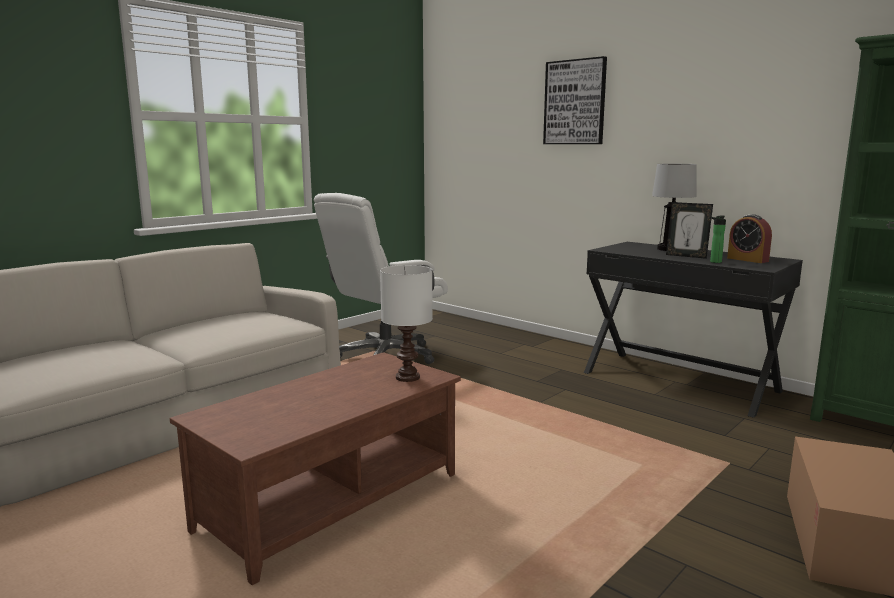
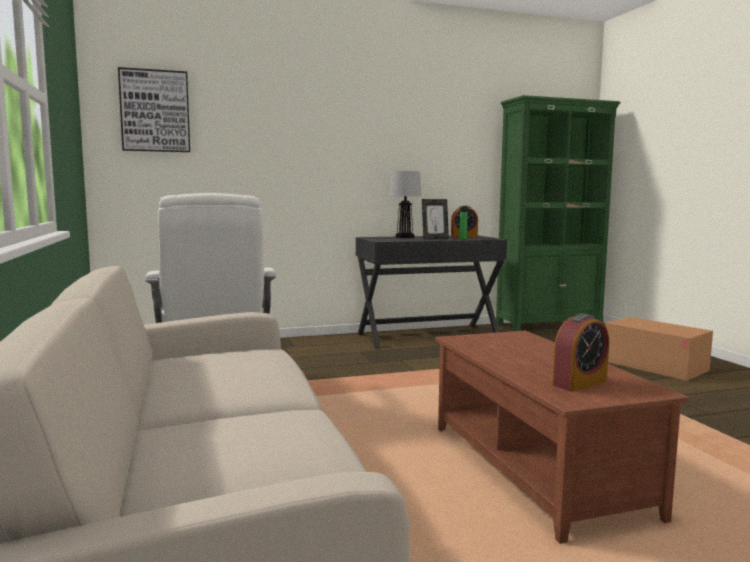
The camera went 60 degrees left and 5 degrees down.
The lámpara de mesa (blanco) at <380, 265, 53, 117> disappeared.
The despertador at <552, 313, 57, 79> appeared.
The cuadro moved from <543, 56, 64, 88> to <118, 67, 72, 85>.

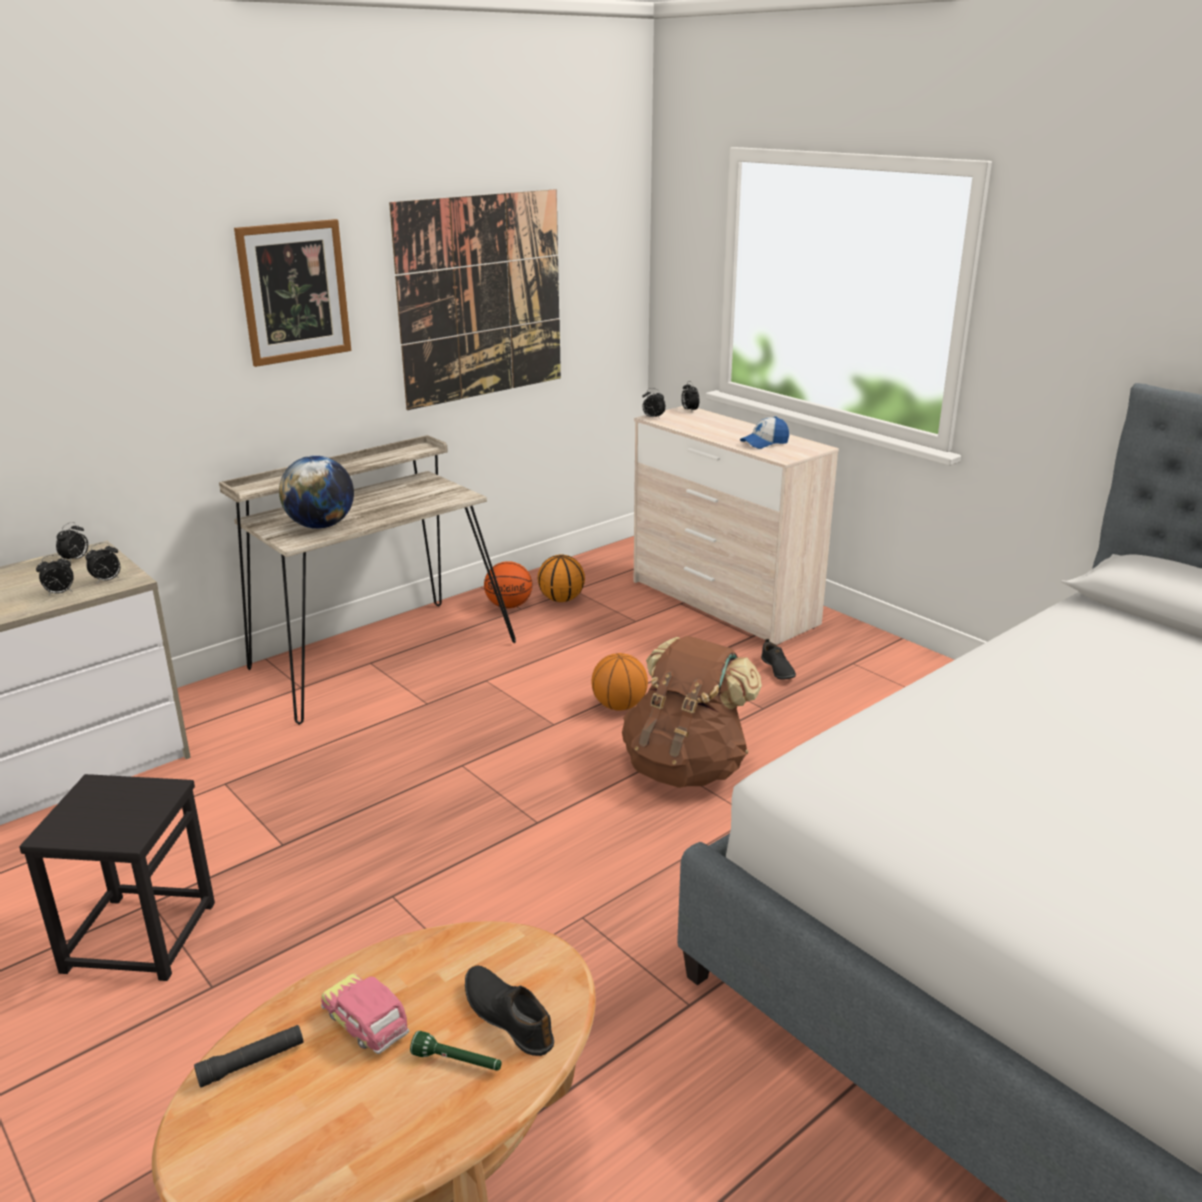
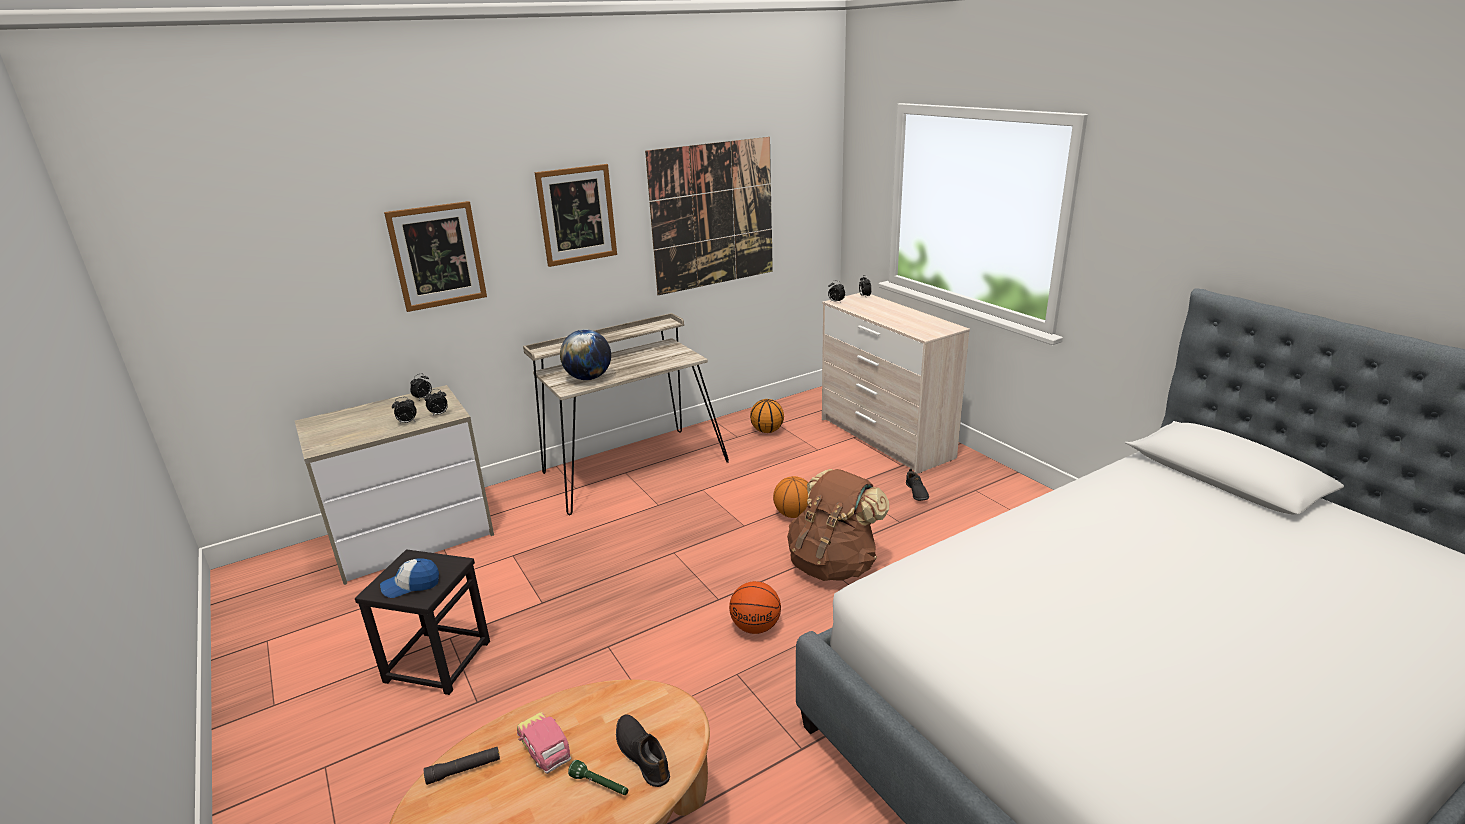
The camera went 10 degrees right and 0 degrees up.
The cuadro at <384, 201, 103, 111> appeared.
The balón de baloncesto moved from <484, 561, 48, 47> to <729, 581, 52, 53>.
The gorra moved from <740, 416, 49, 33> to <380, 558, 59, 40>.

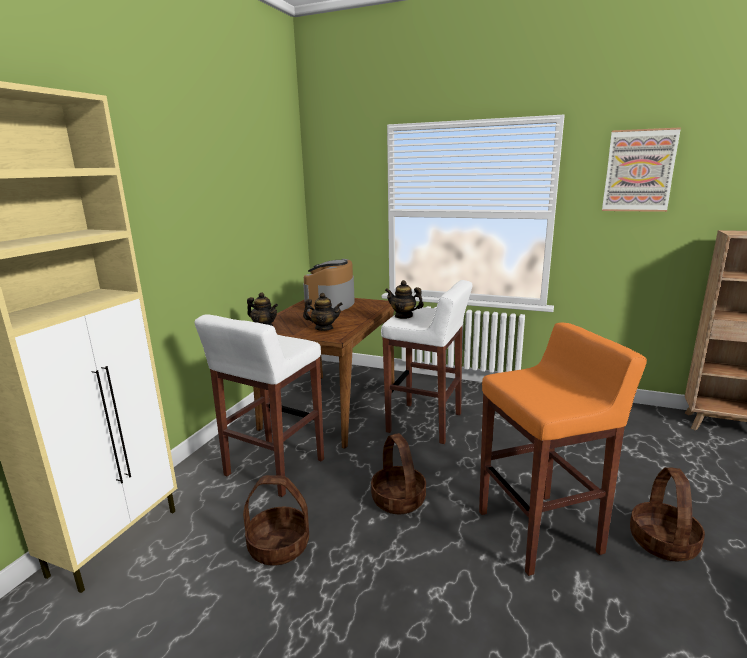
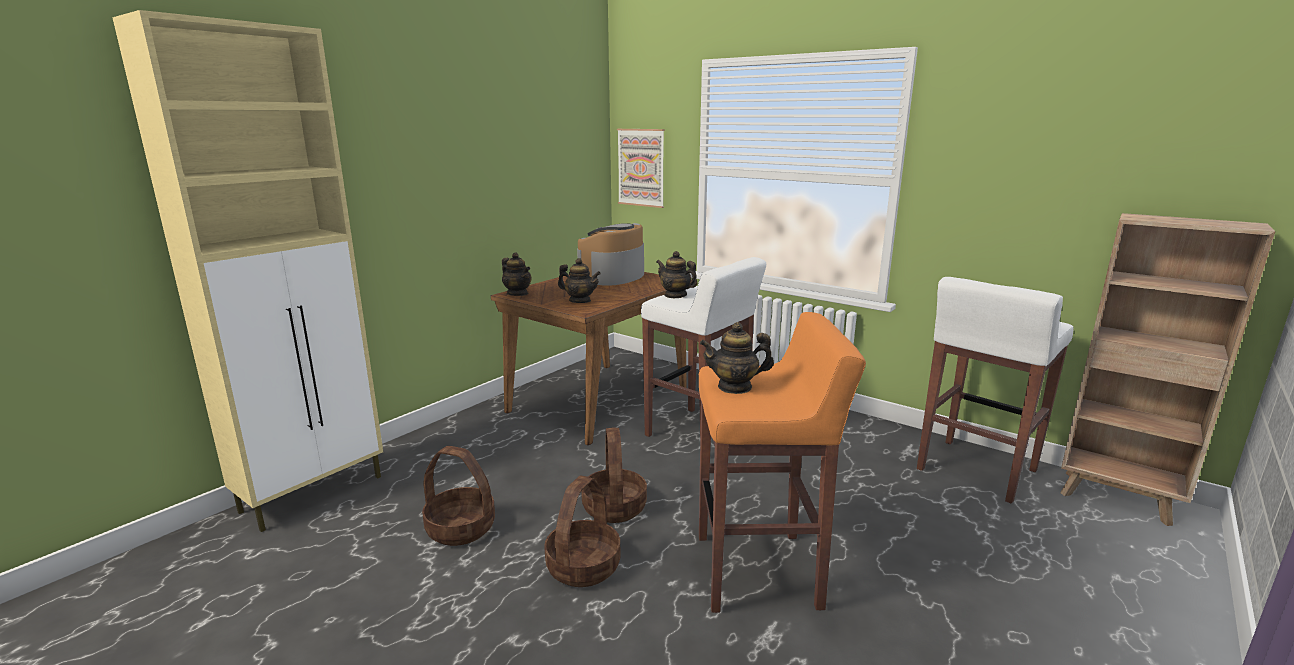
The camera went 15 degrees right and 0 degrees up.
The tetera at <700, 322, 74, 72> appeared.
The taburete (blanco) moved from <195, 314, 129, 183> to <917, 277, 157, 227>.
The cuadro moved from <602, 127, 79, 85> to <617, 129, 48, 79>.
The cesta moved from <630, 468, 75, 94> to <544, 476, 77, 111>.

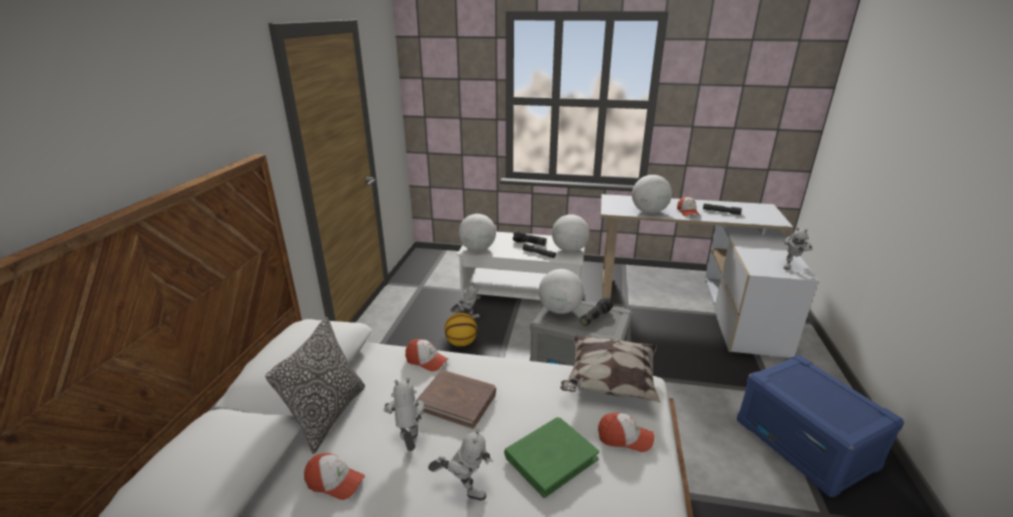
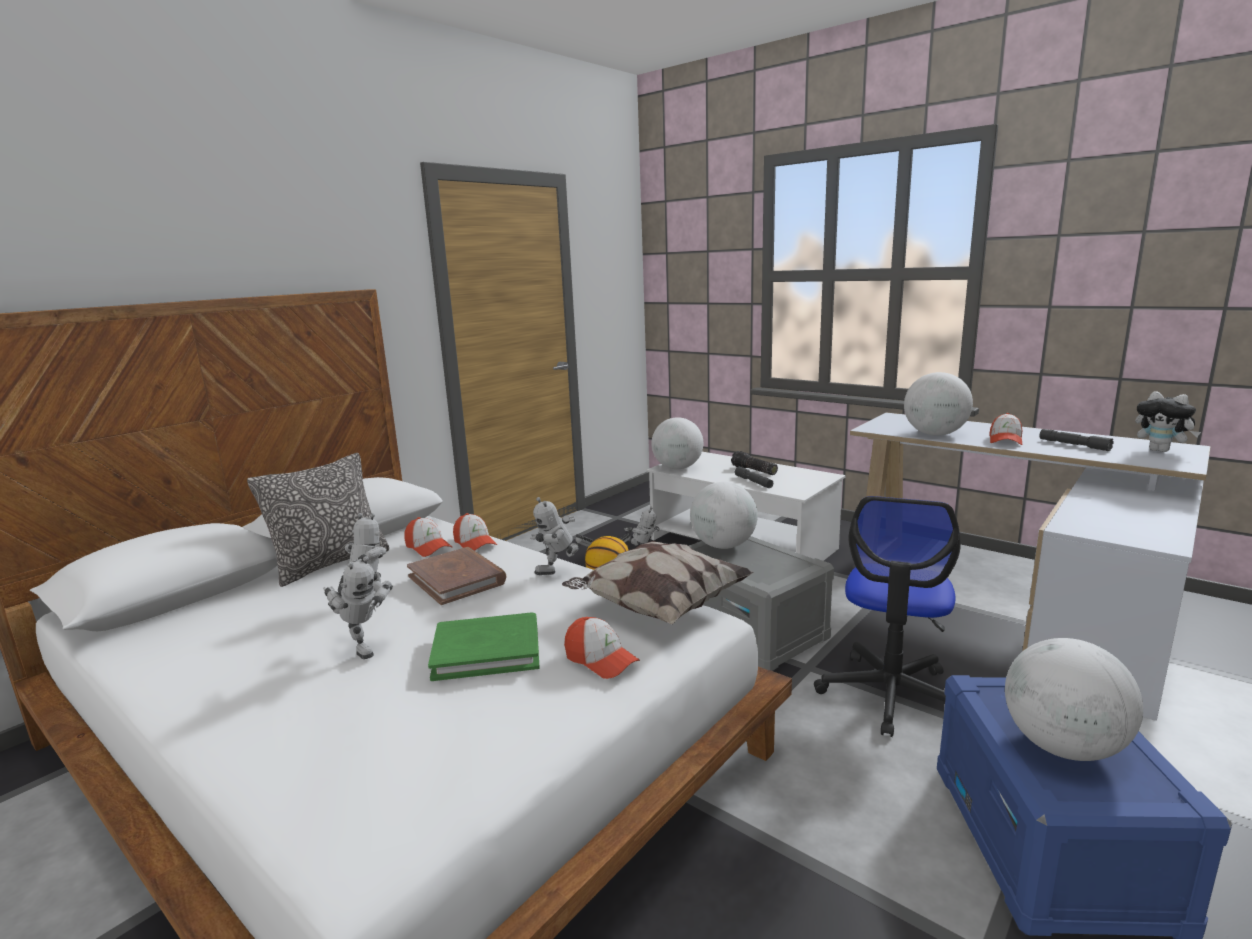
The camera went 30 degrees right and 10 degrees down.
The linterna at <580, 298, 33, 28> disappeared.
The silla de oficina at <814, 496, 147, 241> appeared.
The peluche at <1135, 391, 66, 61> appeared.
The gorra moved from <304, 453, 61, 47> to <404, 517, 48, 40>.
The globo terráqueo moved from <552, 214, 38, 38> to <1005, 638, 138, 123>.
The robot de juguete moved from <783, 228, 30, 42> to <530, 497, 63, 78>.

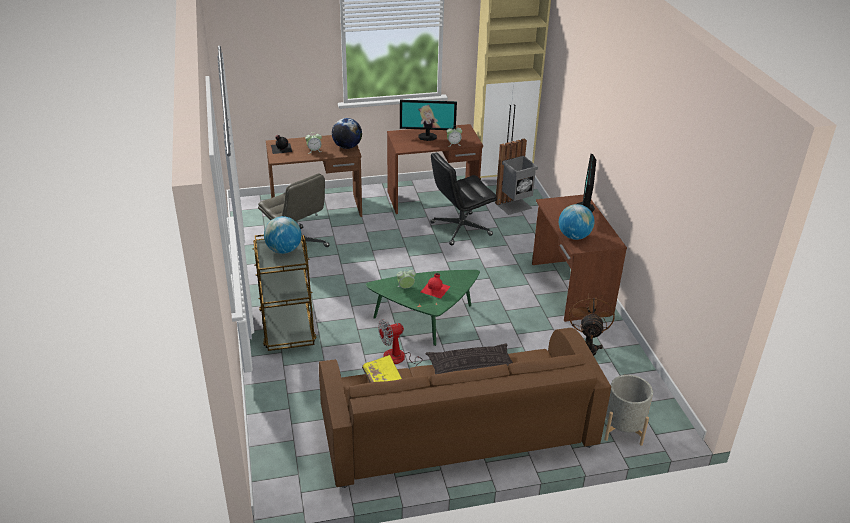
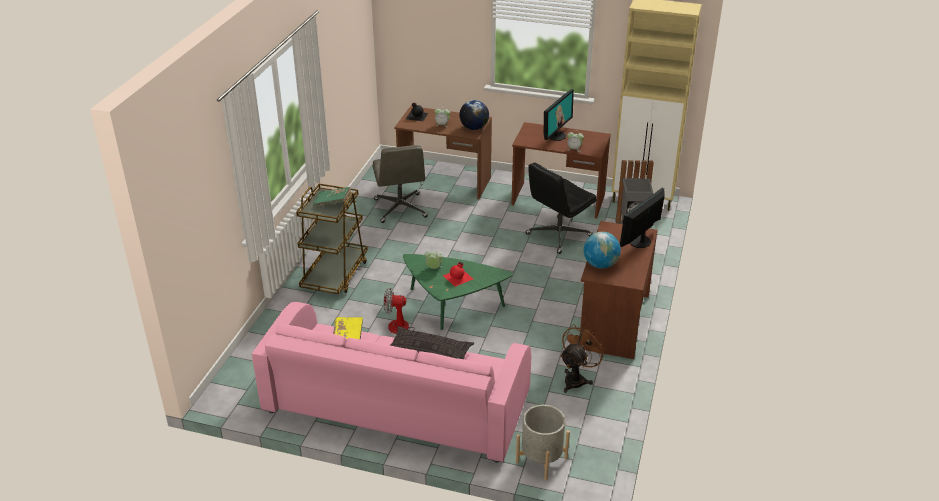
The camera went 30 degrees right and 0 degrees up.
The globo terráqueo at <264, 216, 37, 38> was replaced by the libro (verde) at <313, 187, 38, 20>.
The sofá (marrón) at <319, 328, 292, 160> became the sofá (rosa) at <252, 302, 279, 161>.
The monitor at <400, 100, 57, 41> turned 90 degrees counterclockwise.
The silla de oficina (negro) at <430, 153, 67, 92> turned 45 degrees counterclockwise.

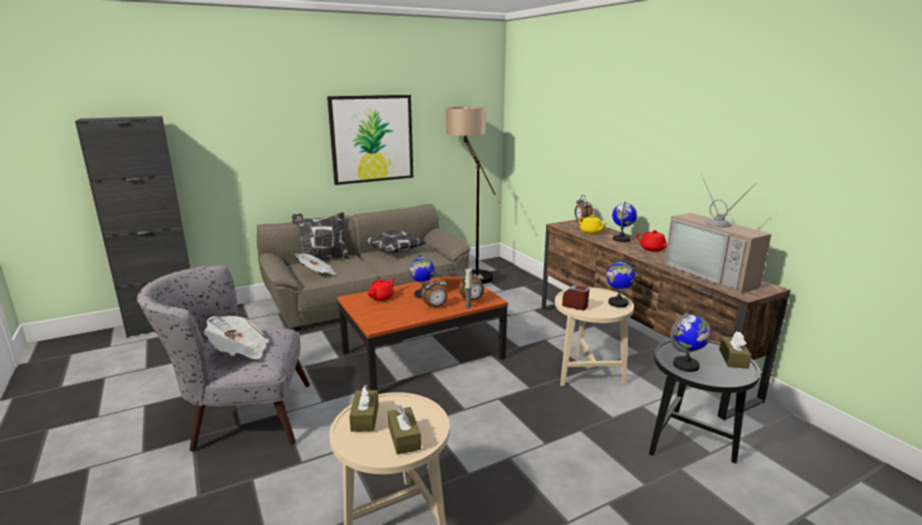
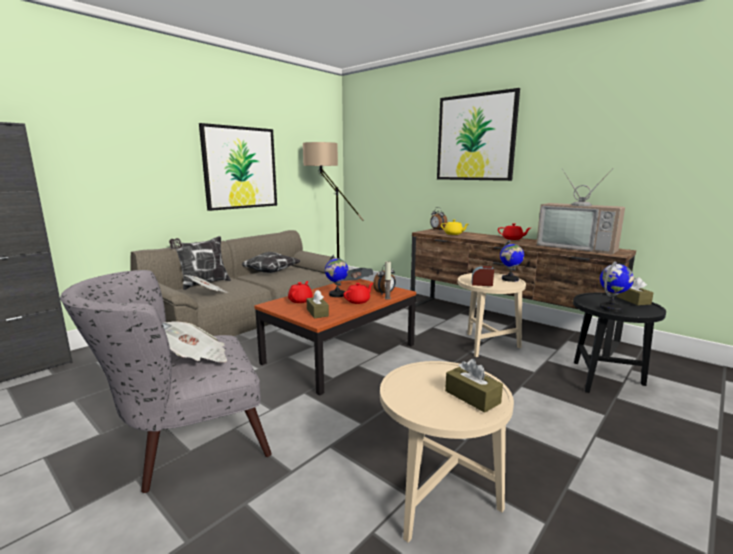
The camera went 20 degrees left and 5 degrees down.
The globo terráqueo at <612, 201, 25, 41> disappeared.
The cuadro at <437, 88, 83, 93> appeared.
The caja de pañuelos (marrón) moved from <349, 385, 30, 47> to <306, 290, 23, 28>.
The despertador at <421, 275, 26, 33> was replaced by the tetera (rojo) at <343, 283, 30, 21>.

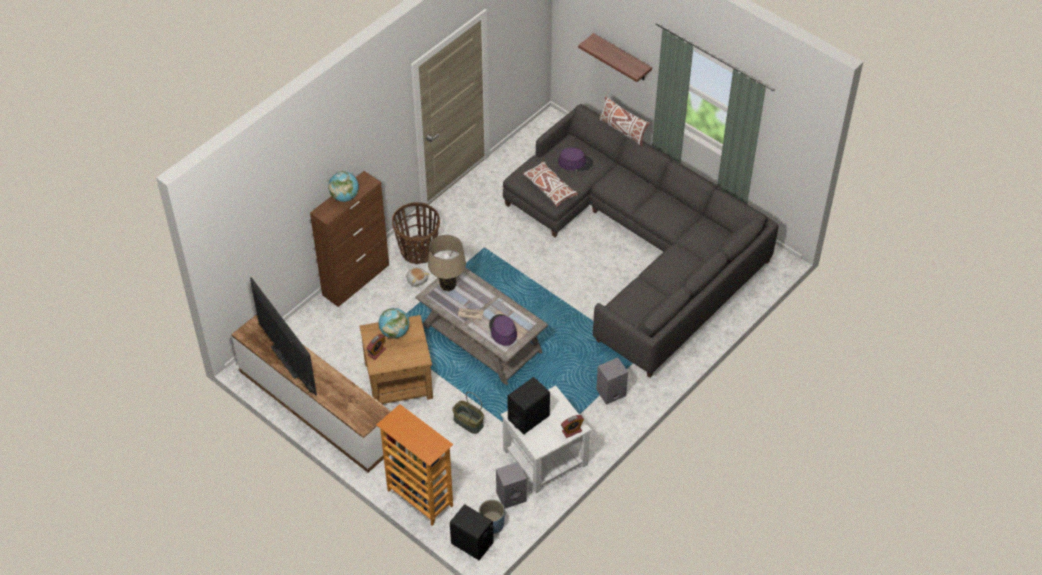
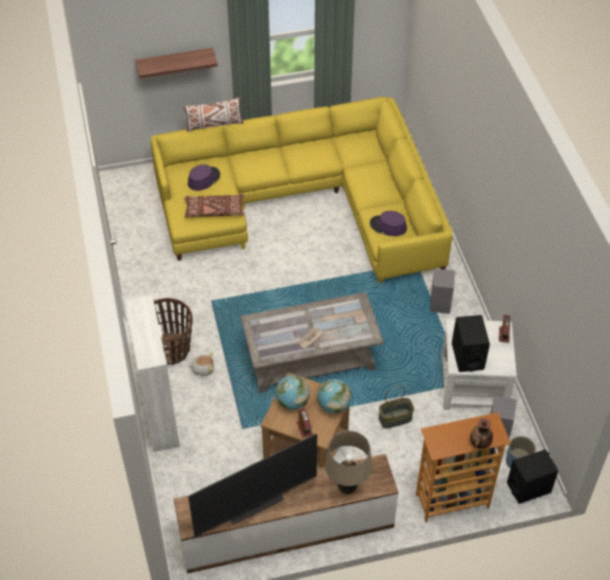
The camera went 55 degrees left and 0 degrees up.
The florero at <470, 418, 23, 31> appeared.
The globo terráqueo moved from <328, 171, 31, 31> to <317, 379, 35, 35>.
The lámpara de mesa (beis) moved from <428, 235, 38, 56> to <325, 431, 47, 63>.
The sombrero (morado) moved from <489, 314, 28, 32> to <370, 211, 37, 25>.
The armario (marrón) at <310, 171, 79, 136> became the armario (blanco) at <125, 295, 55, 157>.
The sofá (gris) at <503, 104, 275, 274> became the sofá (amarillo) at <151, 97, 302, 186>.
The cojín (blanco) at <523, 162, 55, 45> became the cojín (marrón) at <184, 194, 60, 24>.
The televisor at <250, 277, 67, 119> turned 150 degrees clockwise.

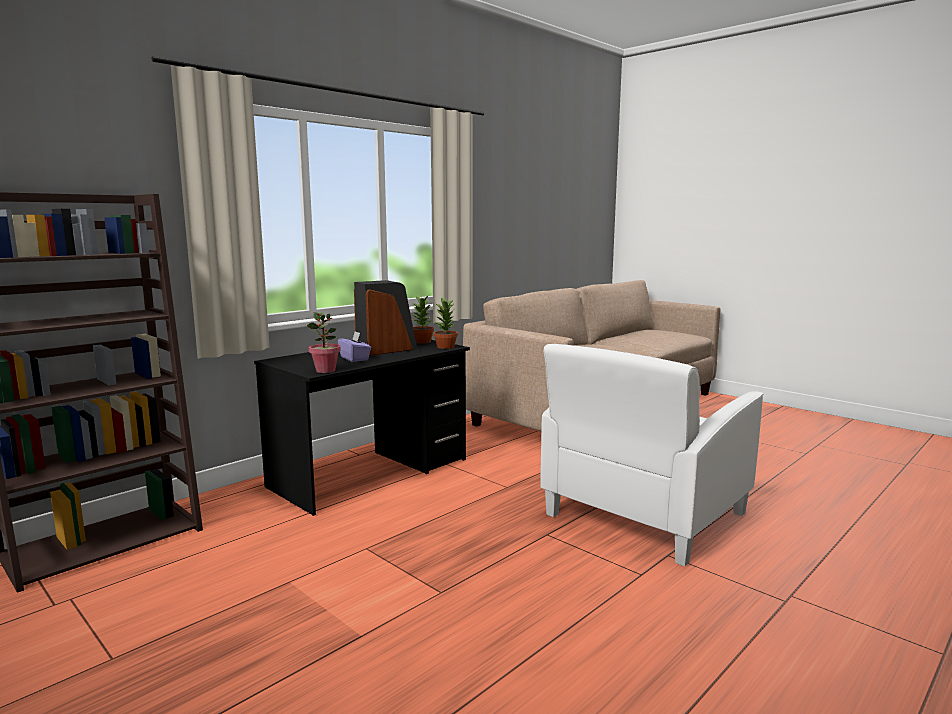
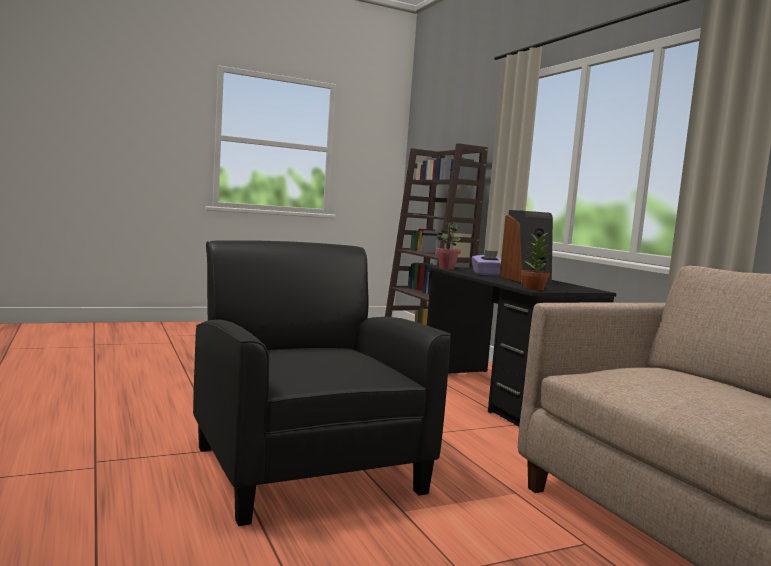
The camera went 110 degrees right and 5 degrees down.
The planta en maceta at <411, 295, 23, 49> disappeared.
The sillón (blanco) at <540, 344, 223, 222> became the sillón (negro) at <193, 240, 258, 286>.

